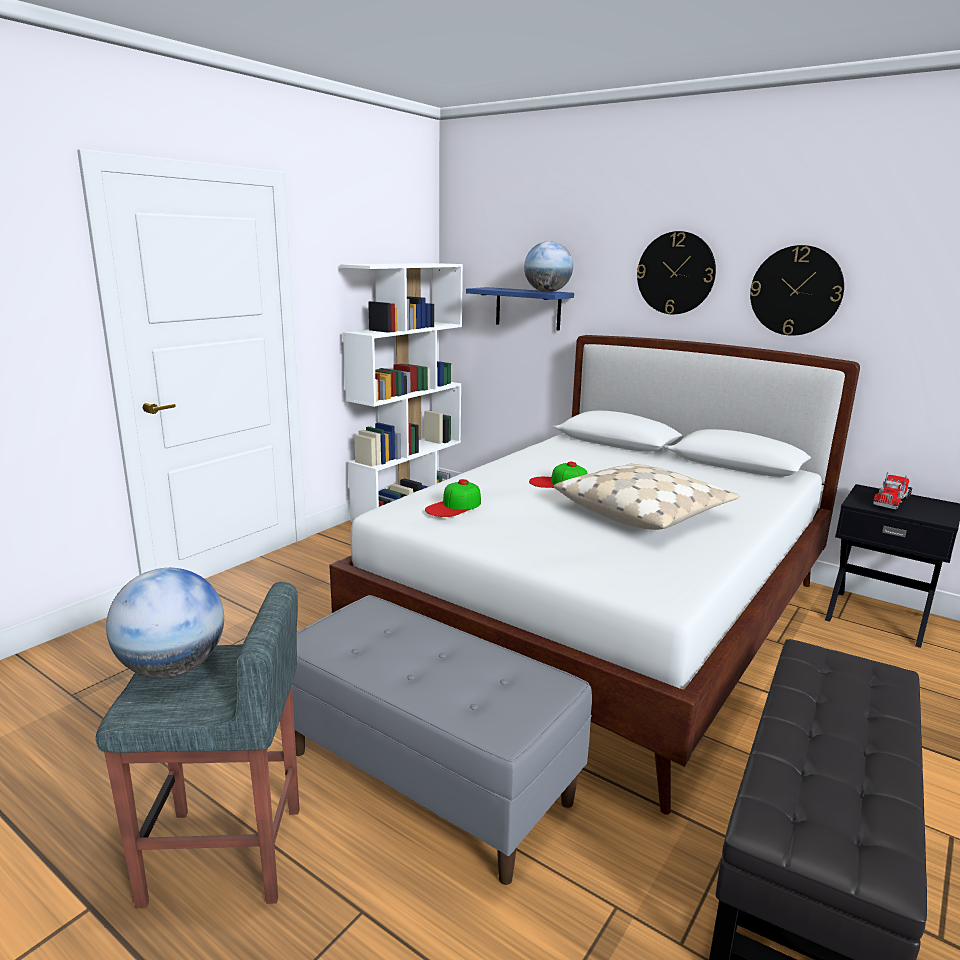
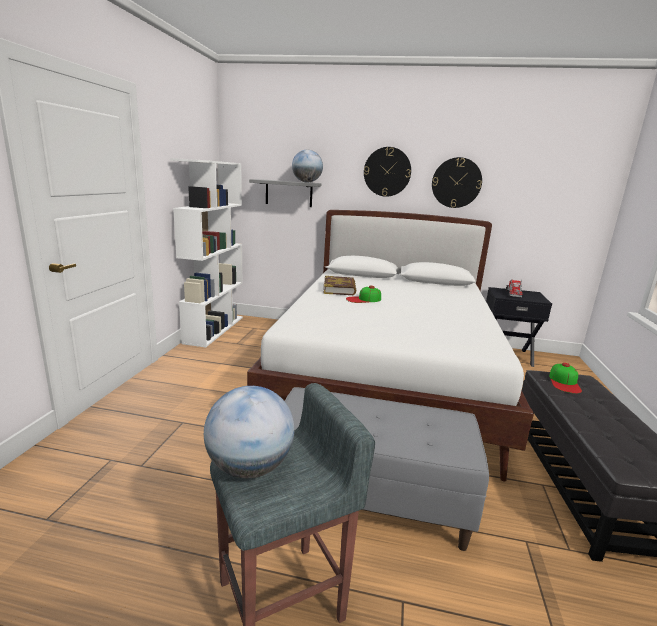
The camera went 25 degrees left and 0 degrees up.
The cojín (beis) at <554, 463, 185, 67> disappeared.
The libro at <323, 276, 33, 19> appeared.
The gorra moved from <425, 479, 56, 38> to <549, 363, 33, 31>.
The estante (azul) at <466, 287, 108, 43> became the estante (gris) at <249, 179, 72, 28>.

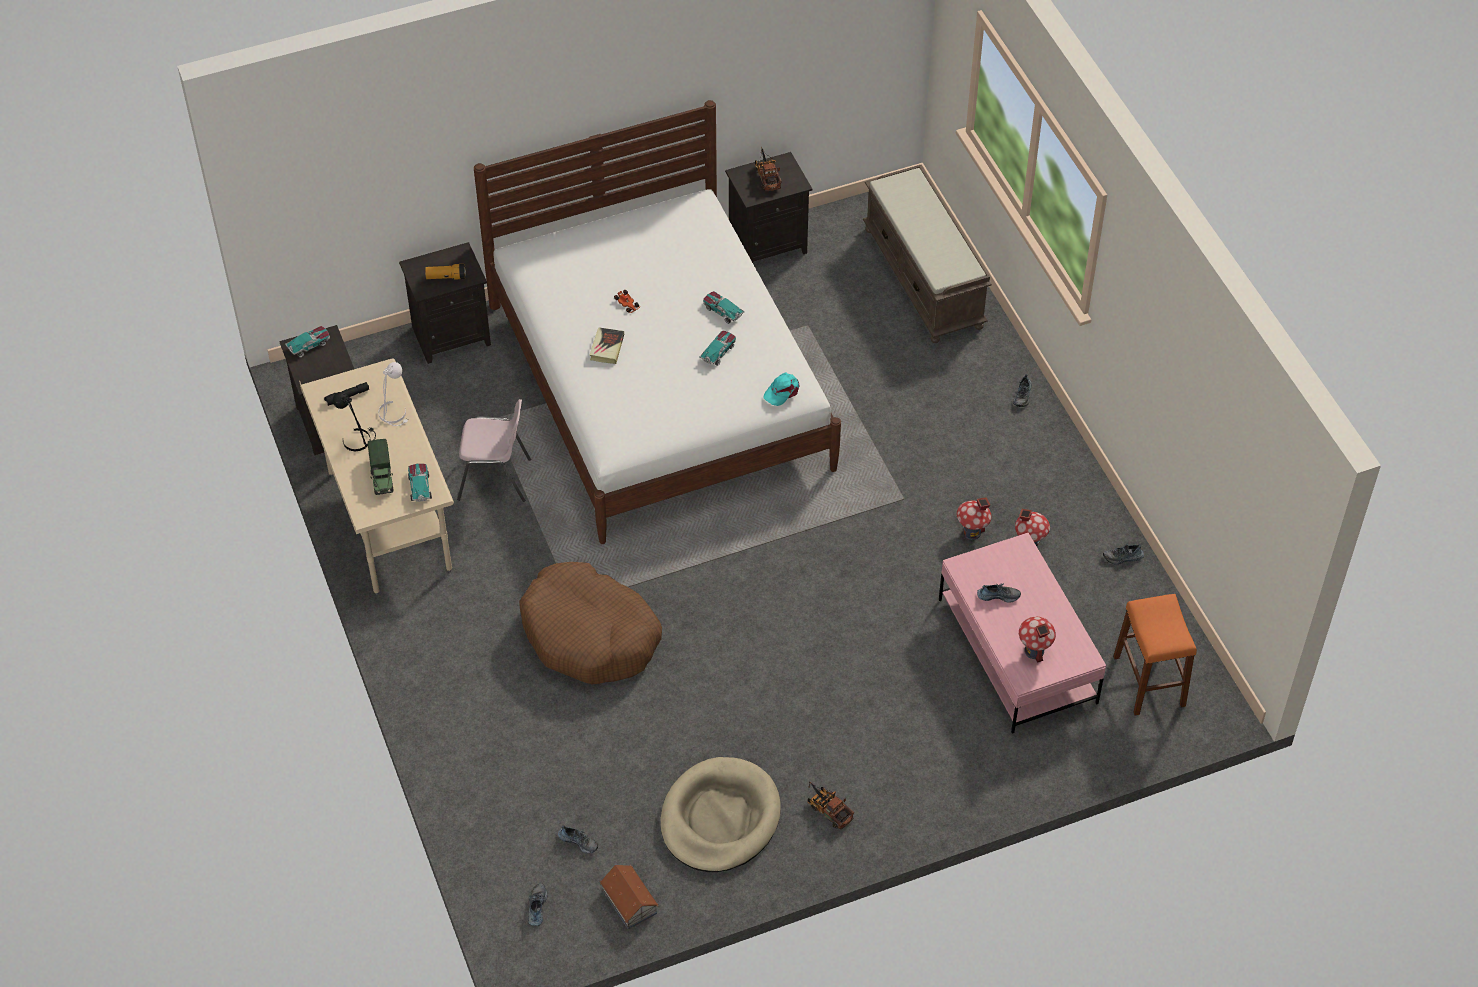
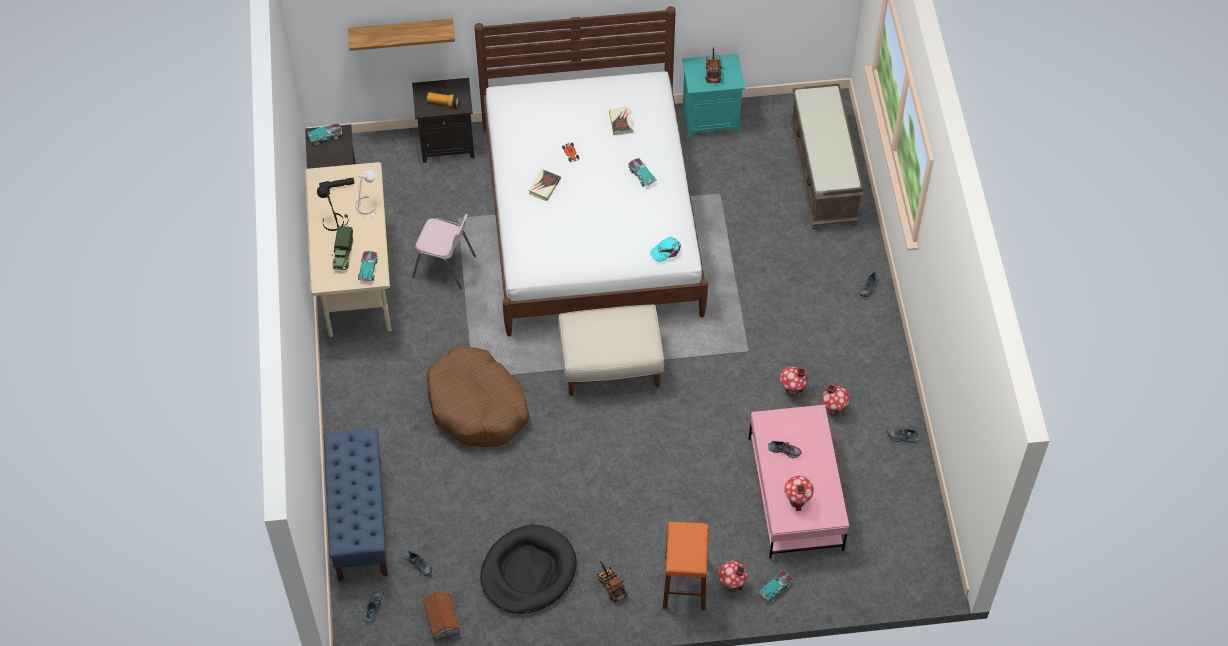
The camera went 15 degrees right and 5 degrees up.
The banco (azul) at <324, 429, 64, 152> appeared.
The estante at <348, 19, 107, 32> appeared.
The puf (beis) at <558, 305, 106, 91> appeared.
The libro at <609, 107, 25, 28> appeared.
The casita at <718, 561, 30, 31> appeared.
The coche de juguete moved from <700, 331, 36, 35> to <758, 570, 35, 32>.
The taburete (naranja) moved from <1113, 594, 84, 121> to <663, 522, 46, 89>.
The cama para perro (beis) at <661, 757, 120, 115> became the cama para perro (negro) at <480, 525, 97, 89>.
The mesita de noche (negro) at <725, 152, 87, 111> became the mesita de noche (turquesa) at <682, 54, 63, 84>.

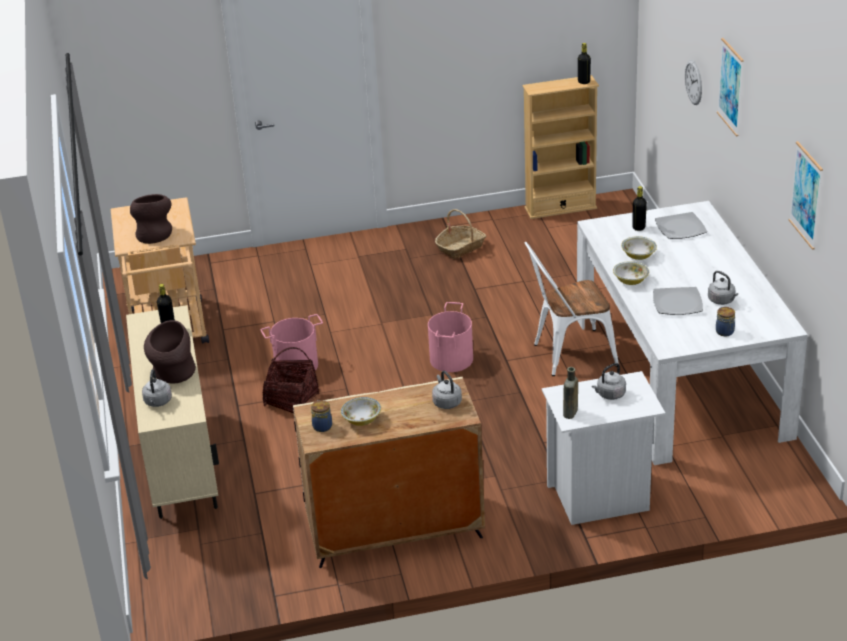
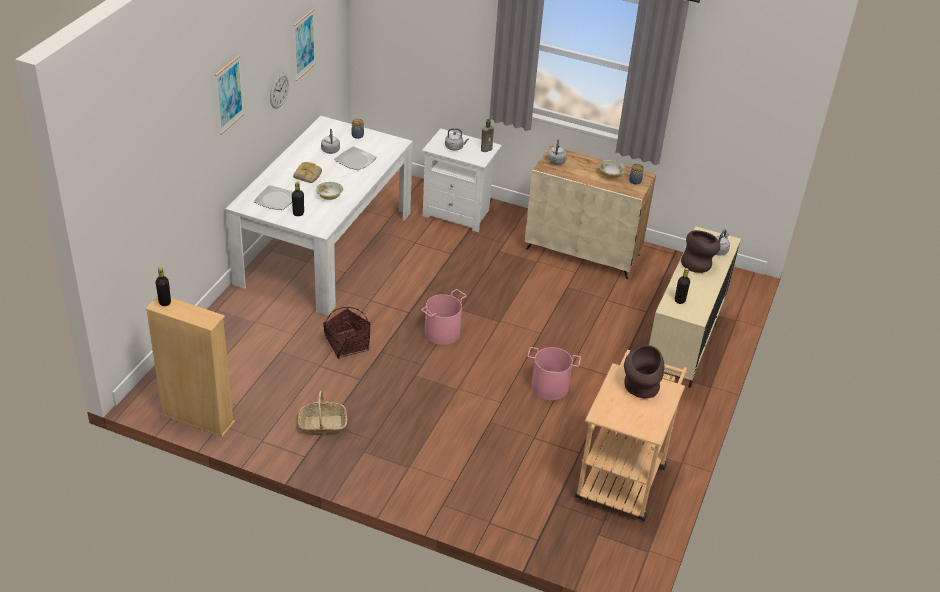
The camera went 150 degrees left and 5 degrees up.
The silla (blanco) at <524, 242, 95, 134> disappeared.
The cuenco at <613, 261, 36, 24> disappeared.
The pan at <293, 162, 29, 21> appeared.
The cesta moved from <263, 347, 56, 66> to <323, 307, 48, 52>.
The reloj de pared moved from <685, 60, 17, 45> to <270, 73, 19, 36>.

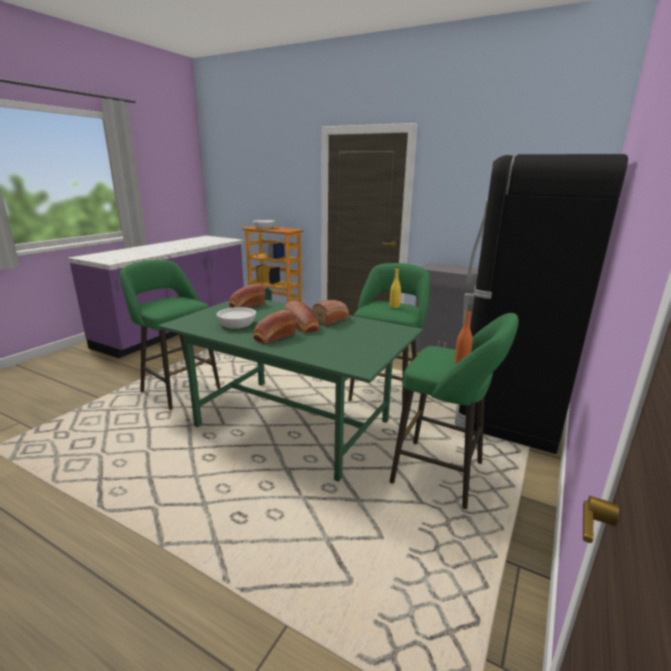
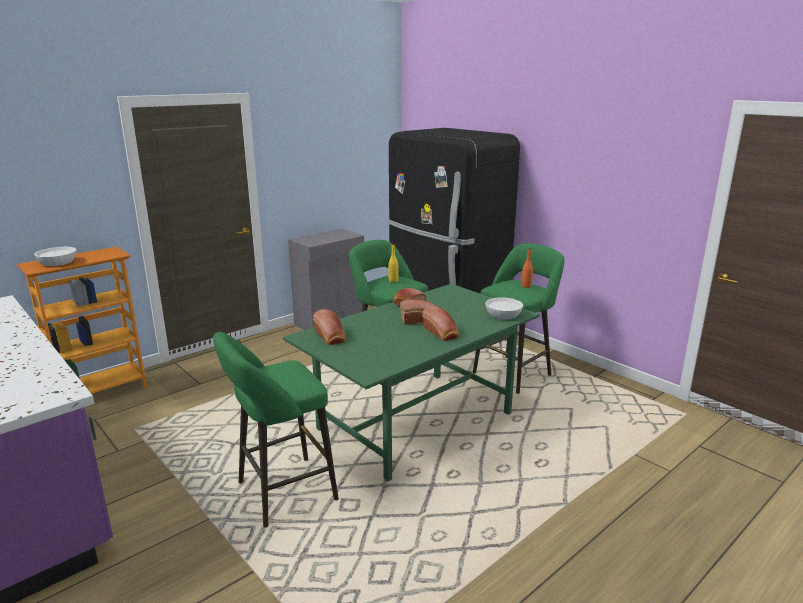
The camera went 70 degrees left and 0 degrees up.
The cuenco (blanco) moved from <216, 307, 40, 22> to <486, 297, 37, 22>.

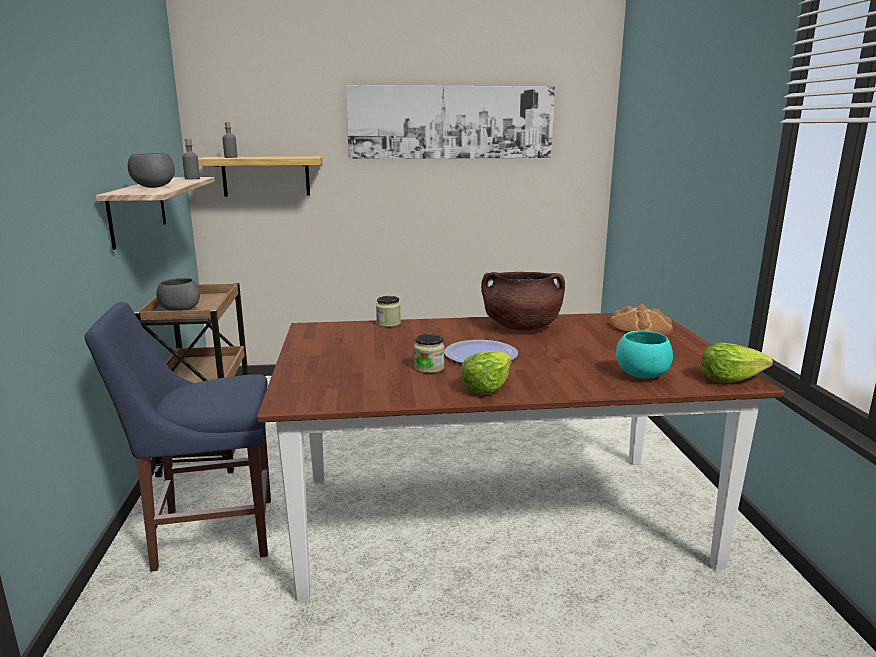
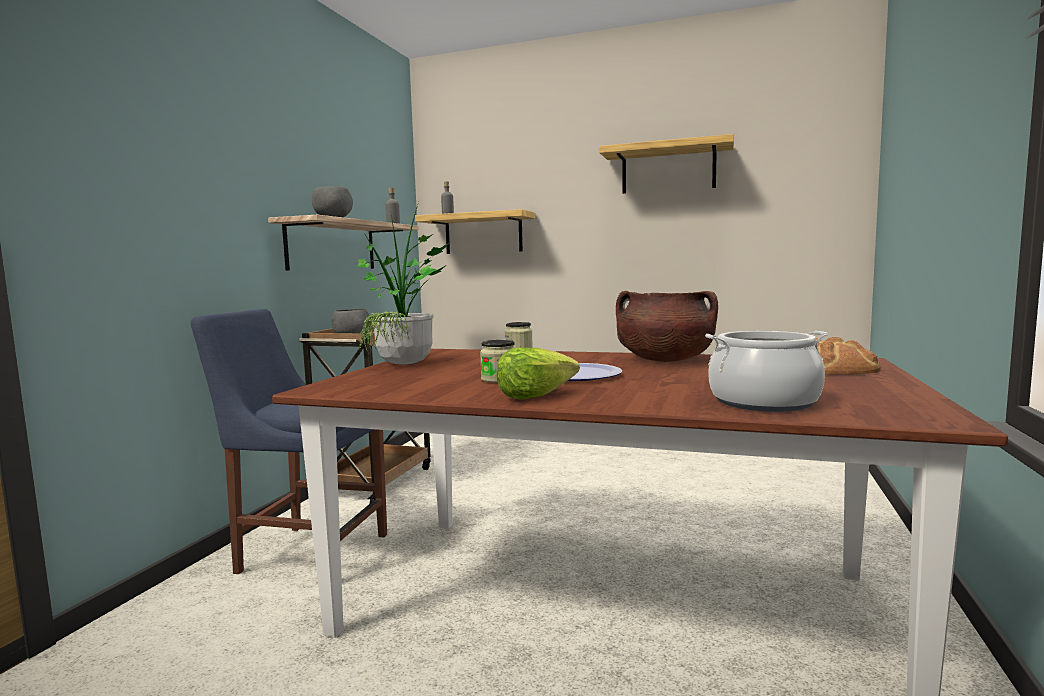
The camera went 25 degrees right and 10 degrees down.
The lechuga at <701, 343, 72, 39> disappeared.
The planta en maceta at <356, 205, 94, 160> appeared.
The cuadro at <346, 85, 209, 74> was replaced by the estante at <599, 134, 135, 60>.
The cuenco (turquesa) at <616, 331, 57, 47> was replaced by the olla at <705, 331, 123, 81>.

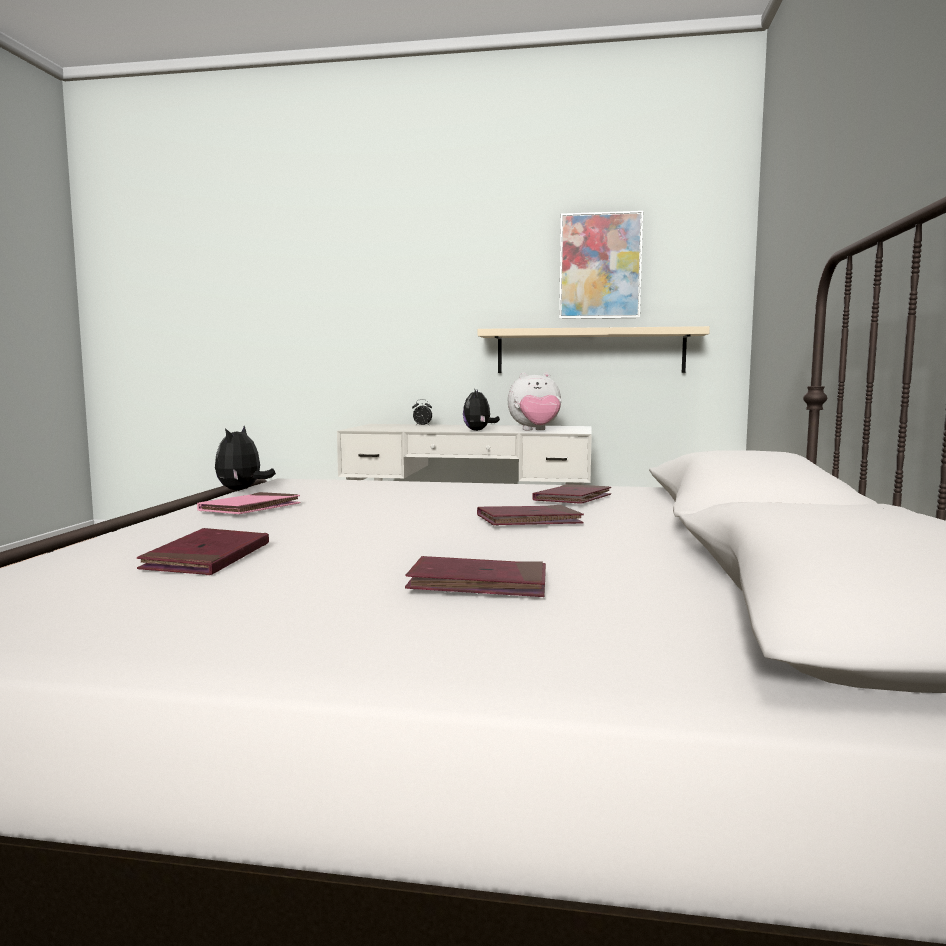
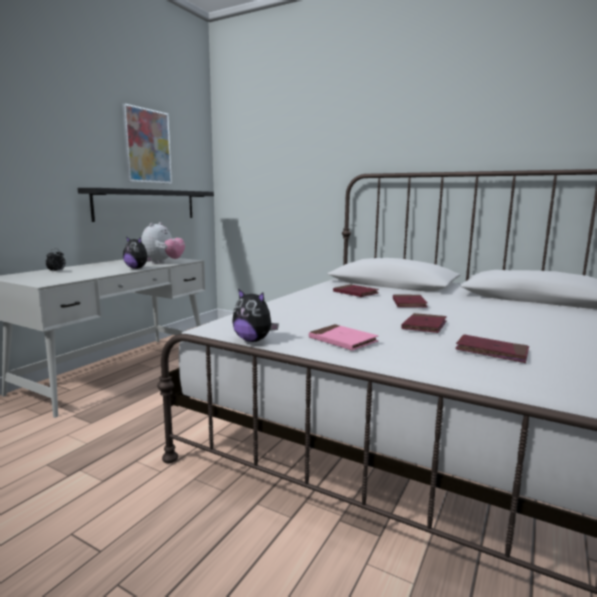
The camera went 70 degrees left and 5 degrees up.
The libro (rojo) moved from <405, 556, 141, 41> to <402, 313, 45, 20>.
The estante (beis) at <478, 326, 232, 47> became the estante (negro) at <78, 188, 136, 34>.

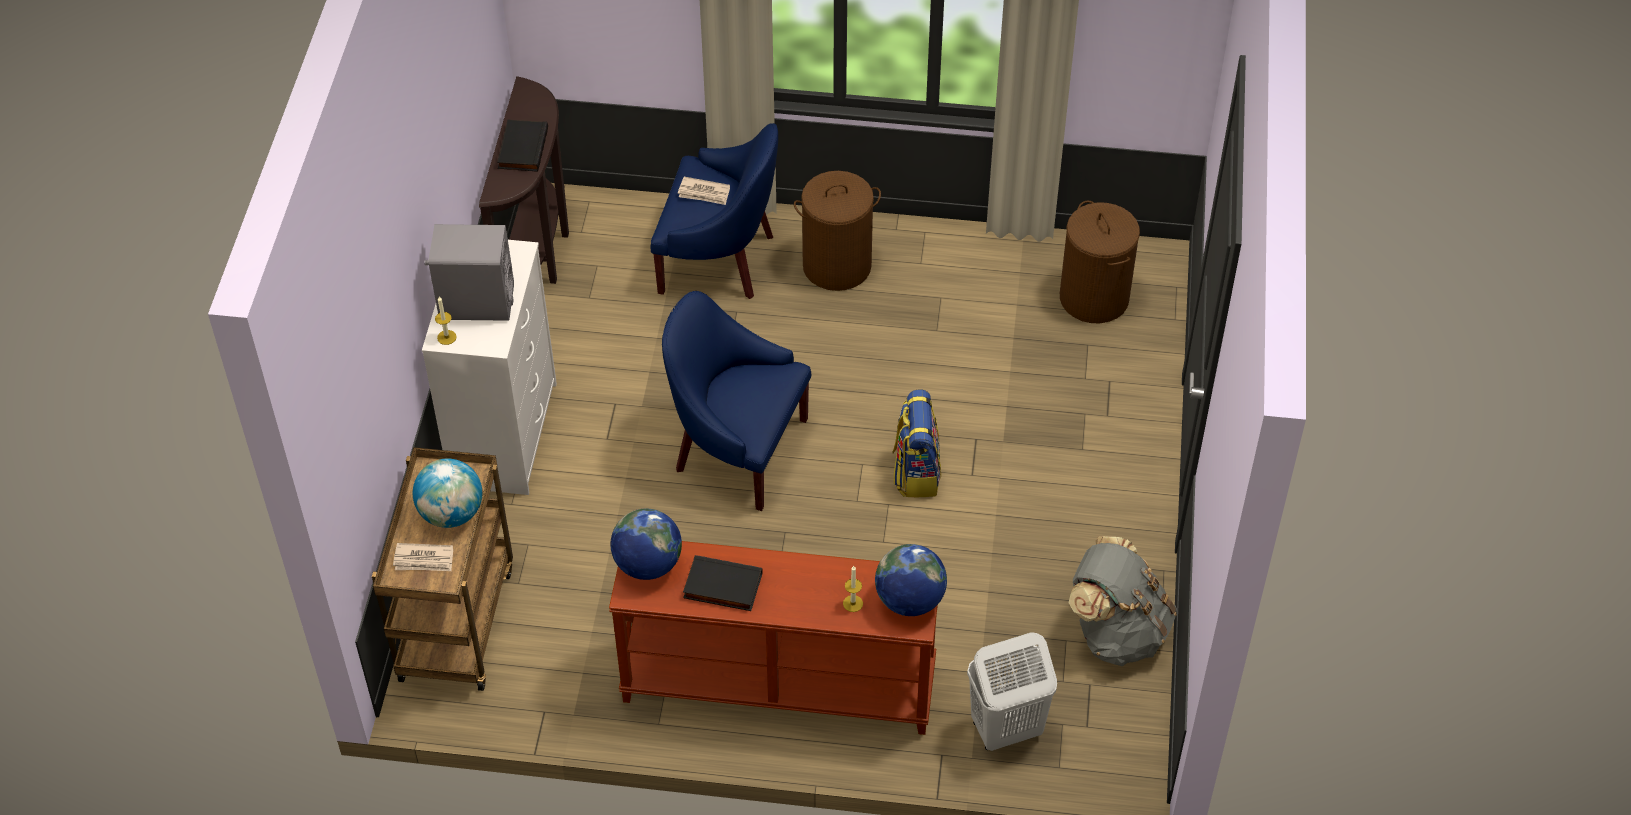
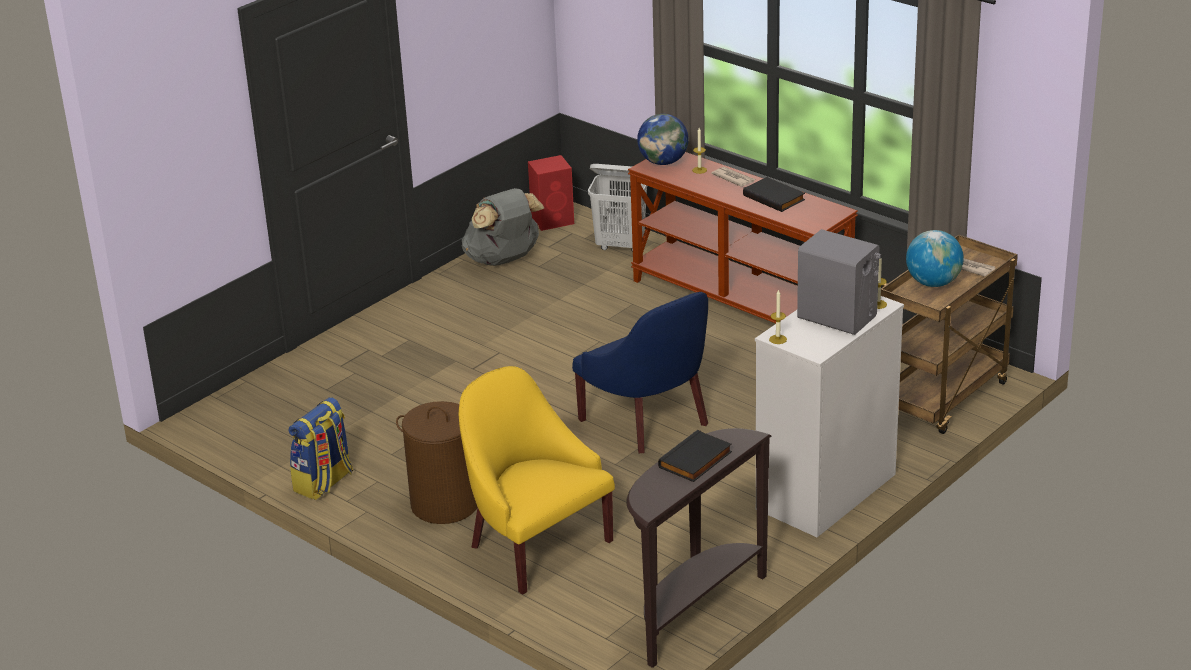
The camera went 145 degrees left and 20 degrees down.
The globo terráqueo at <610, 509, 72, 71> disappeared.
The cesto de la ropa (marrón) at <1060, 201, 80, 122> disappeared.
The altavoz (rojo) at <528, 155, 46, 76> appeared.
The vela at <769, 289, 18, 55> appeared.
The periódico moved from <678, 177, 52, 28> to <711, 167, 44, 20>.
The mochila moved from <893, 390, 48, 107> to <288, 397, 65, 103>.
The sillón (azul) at <651, 123, 127, 176> became the sillón (amarillo) at <459, 366, 156, 229>.

